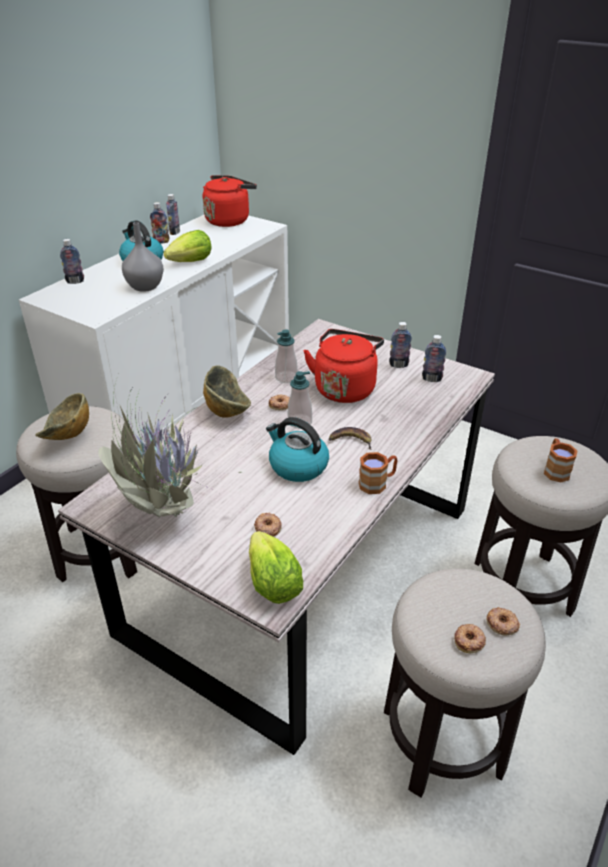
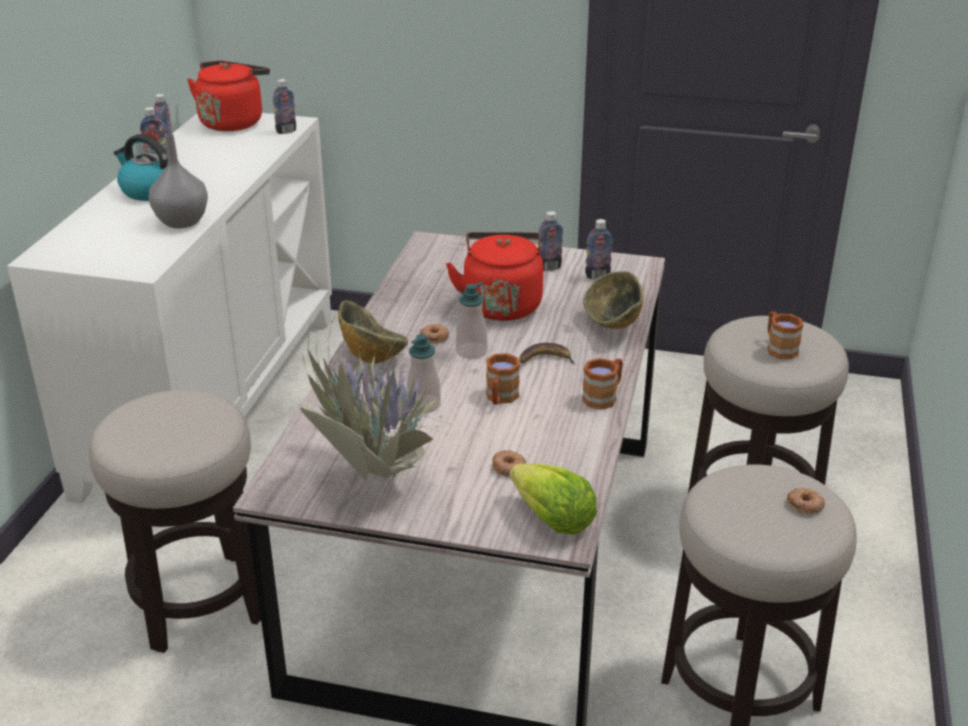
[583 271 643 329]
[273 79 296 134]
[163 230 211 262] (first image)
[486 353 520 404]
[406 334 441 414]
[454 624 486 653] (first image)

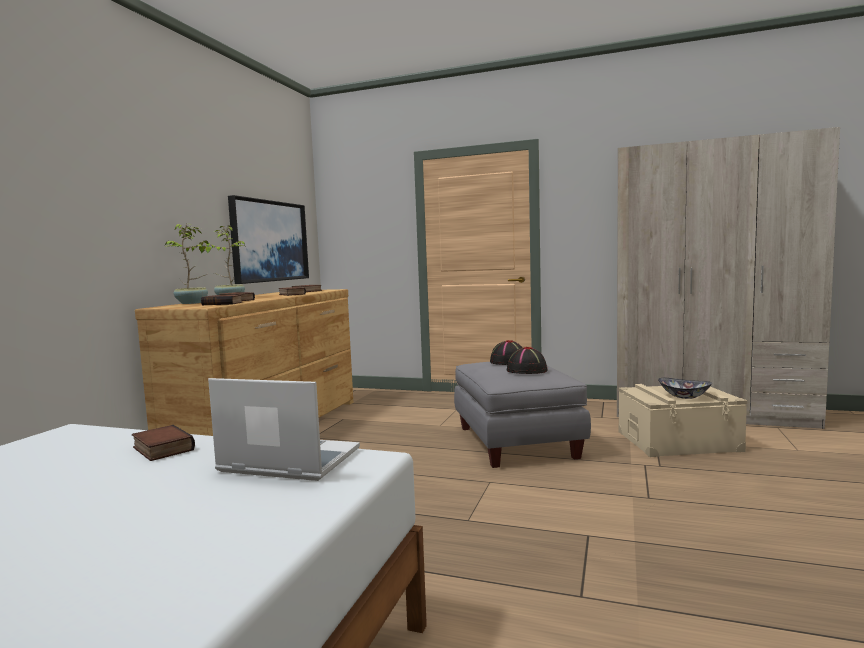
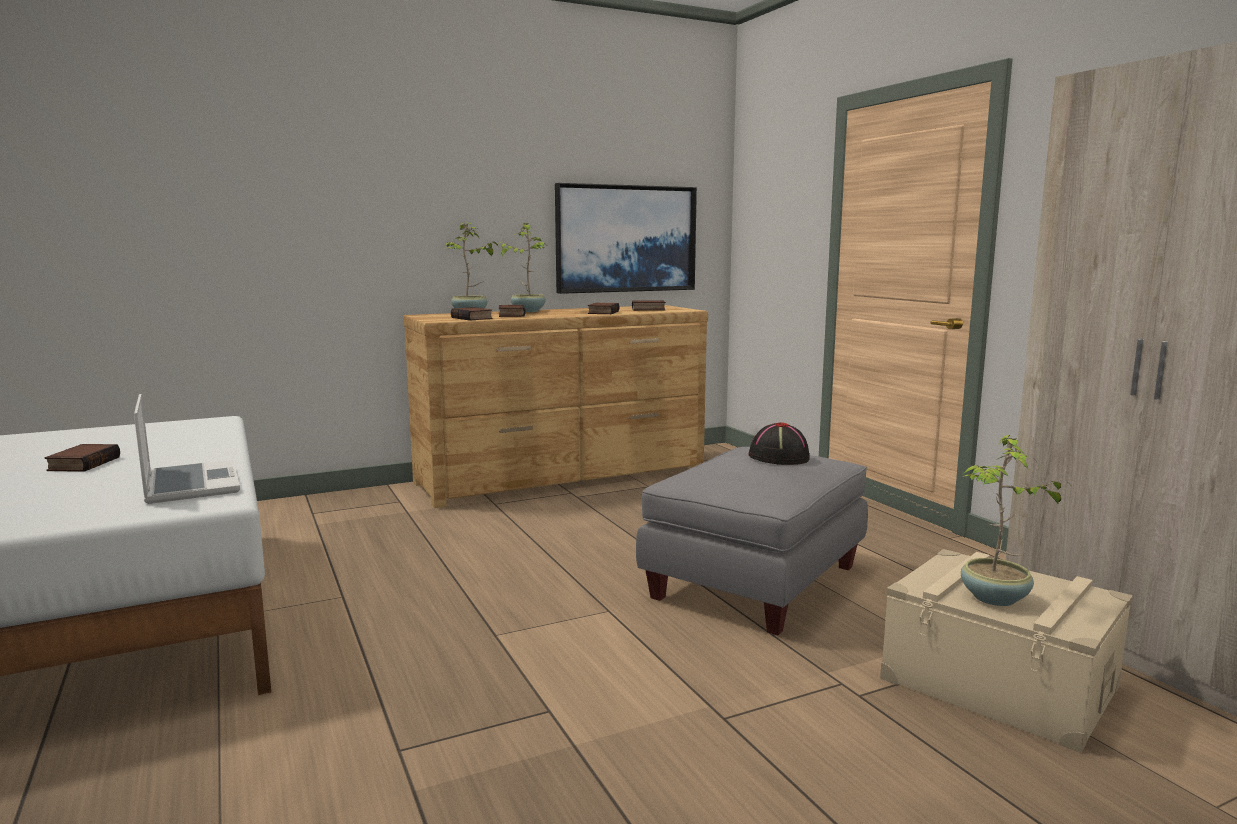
[45 444 120 472]
[507 347 548 374] (first image)
[961 435 1073 606]

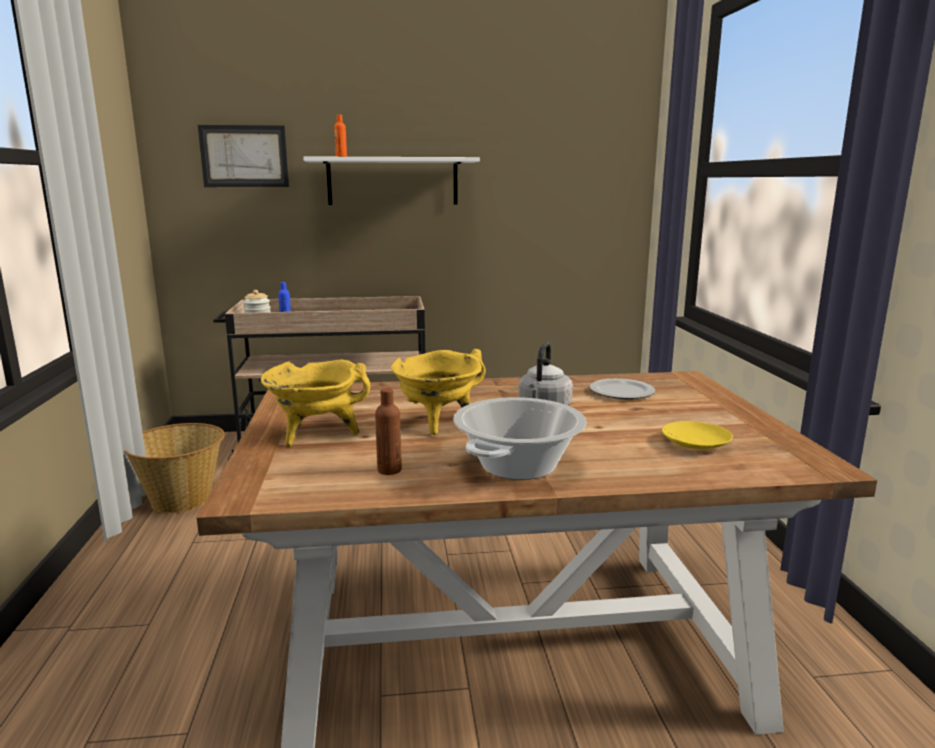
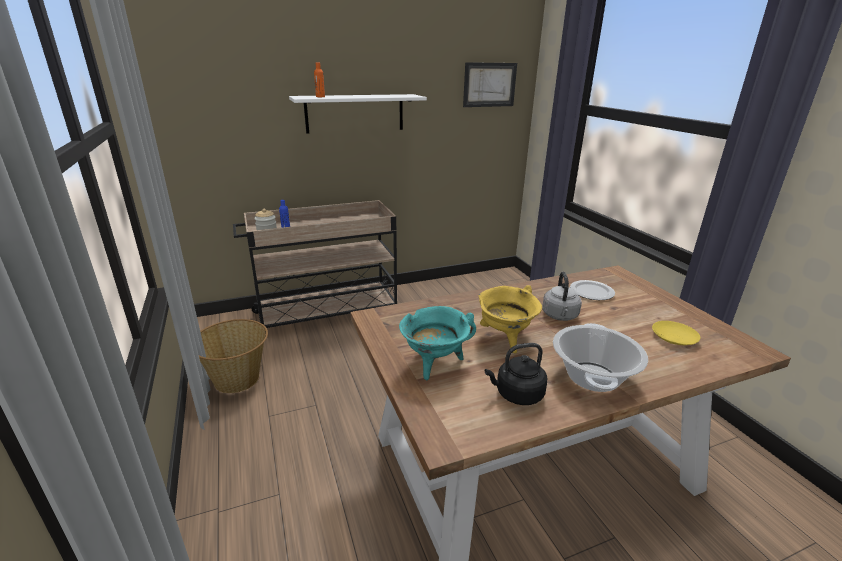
[463 62 517 107]
[399 306 476 380]
[485 343 547 405]

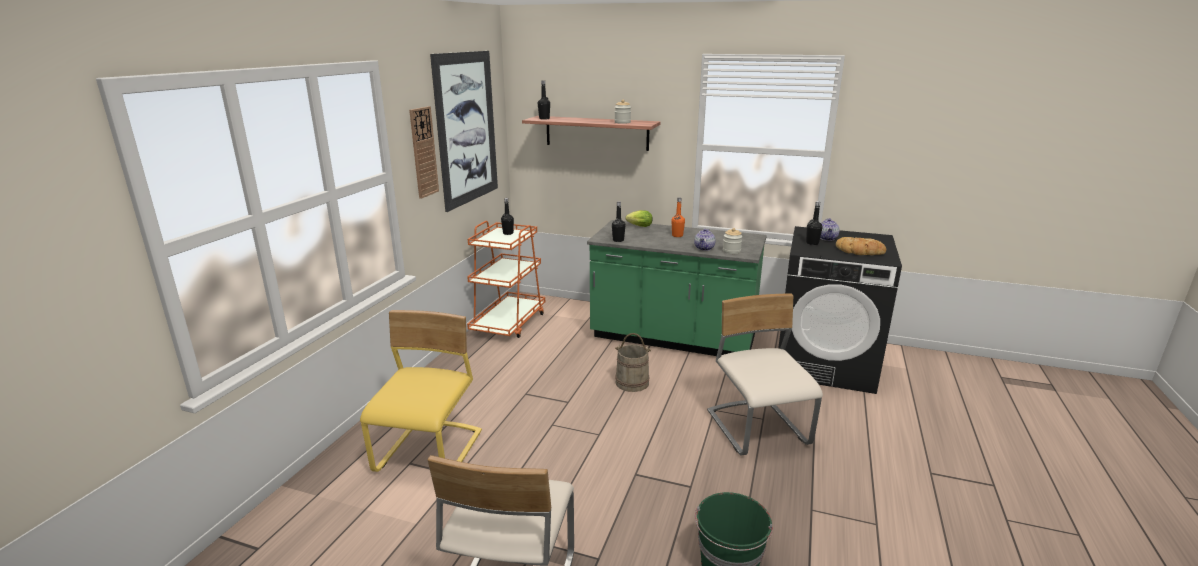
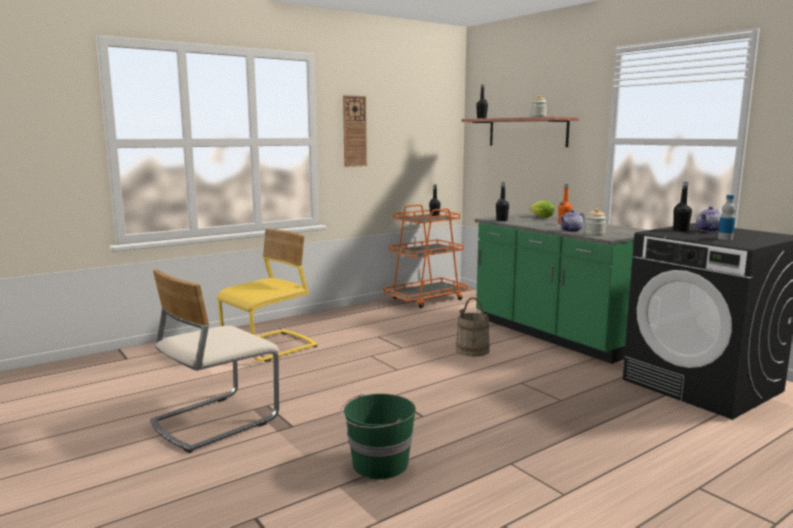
[430 51 498 212] (first image)
[707 293 823 456] (first image)
[718 195 736 240]

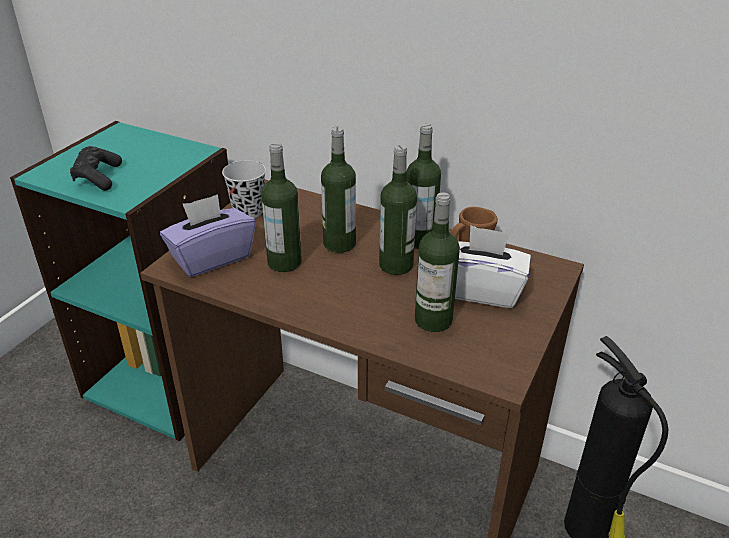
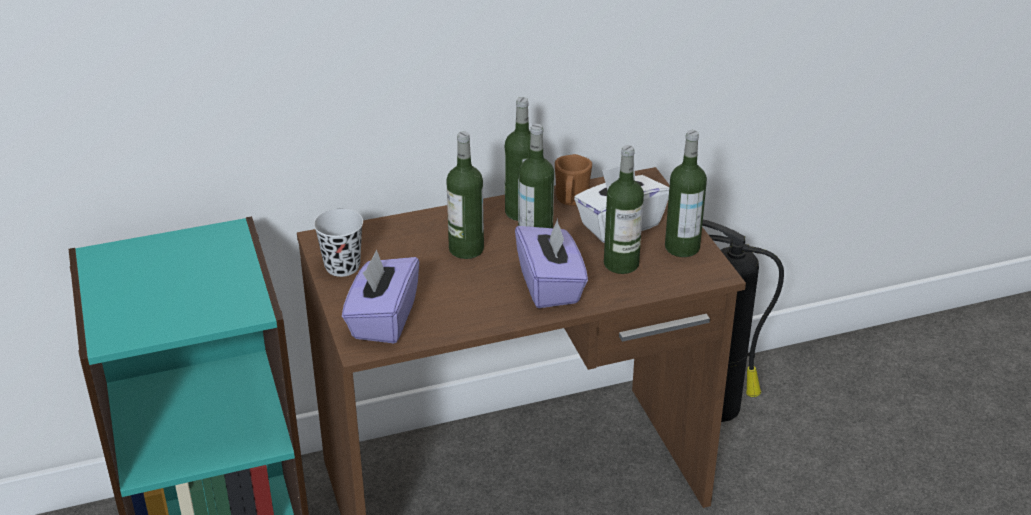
[70 146 122 191] (first image)
[665 130 707 257]
[515 219 588 308]

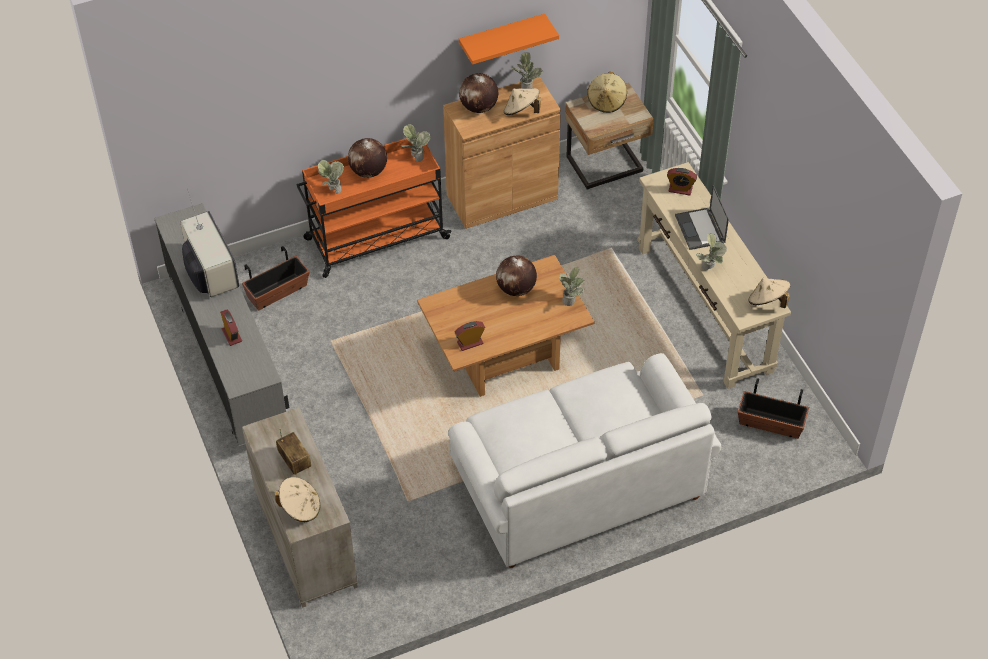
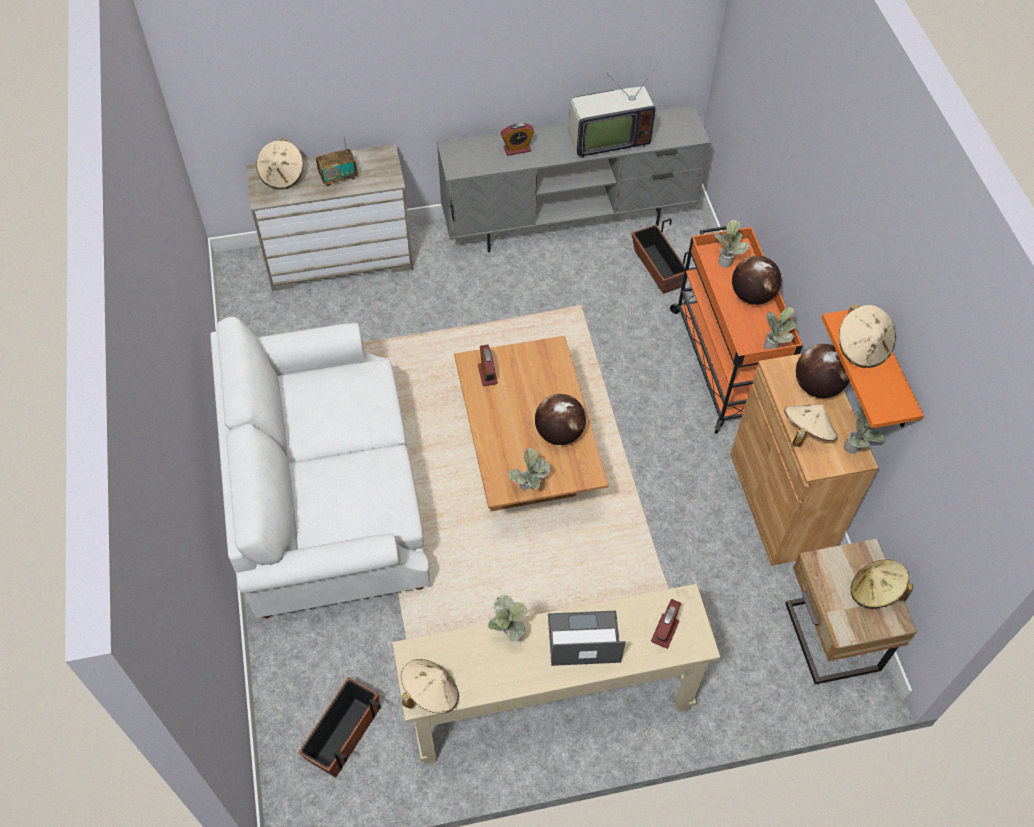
[839 304 896 368]

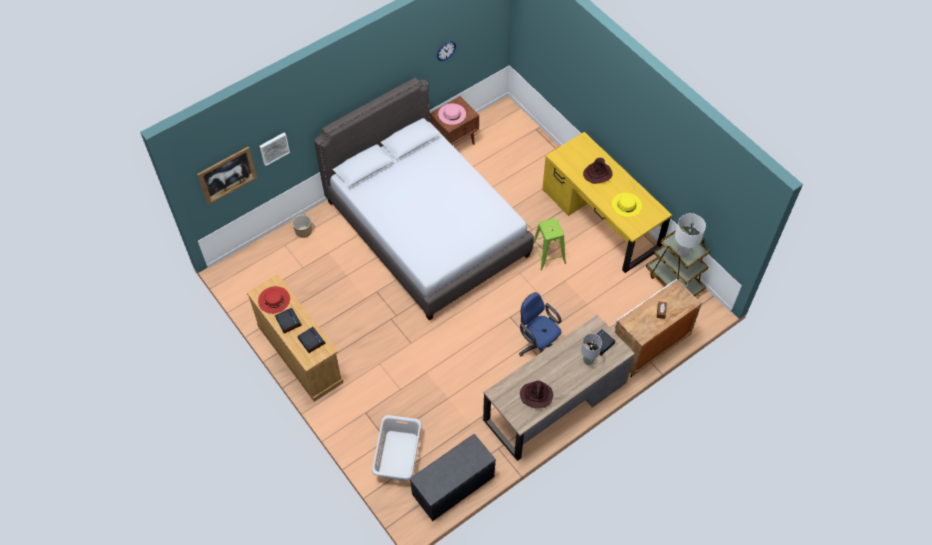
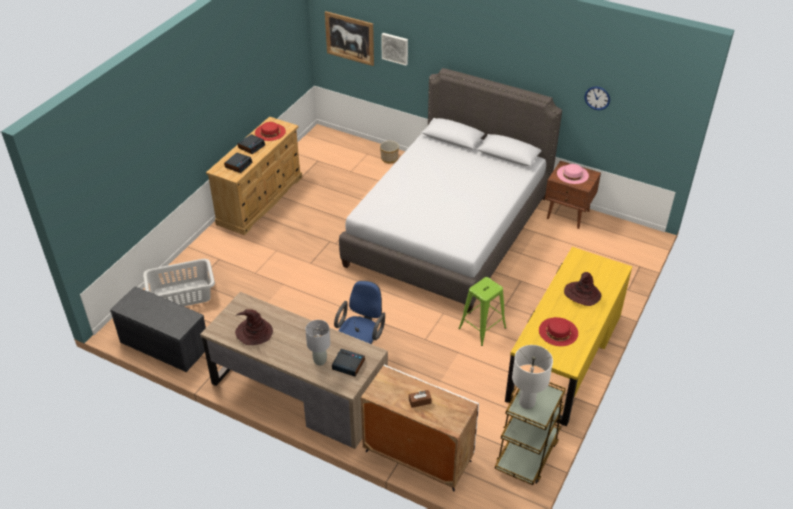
[539 317 578 346]

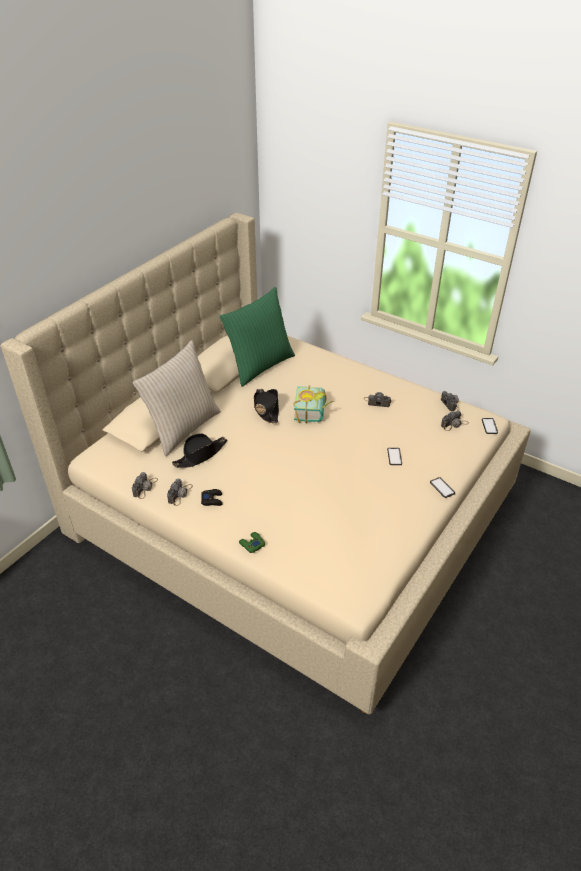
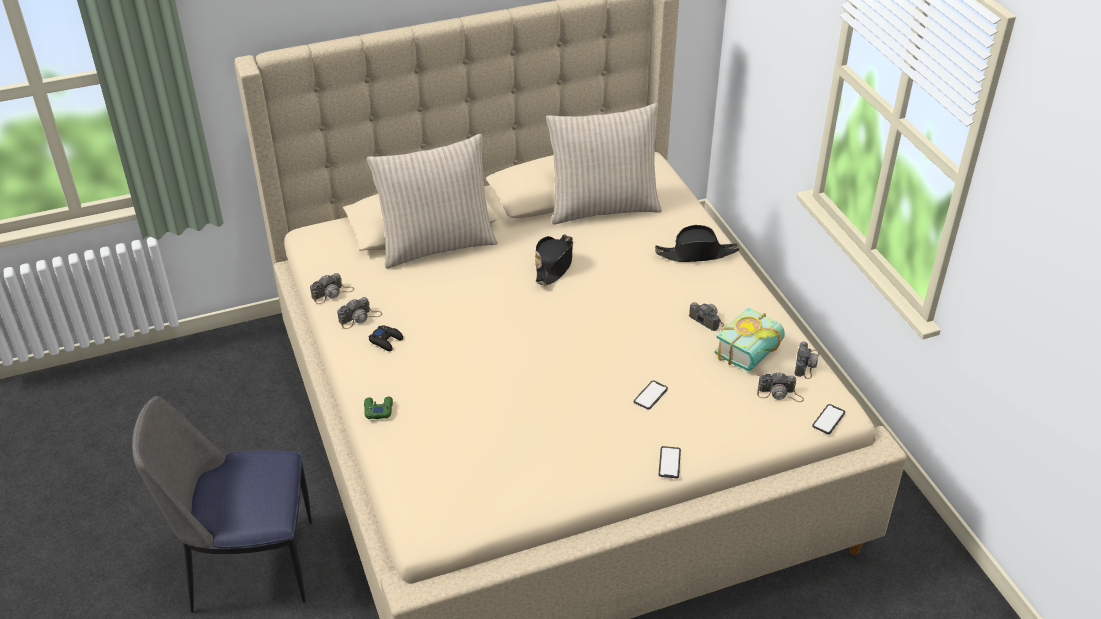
[655 225 739 262]
[546 103 662 224]
[715 308 785 371]
[132 396 312 612]

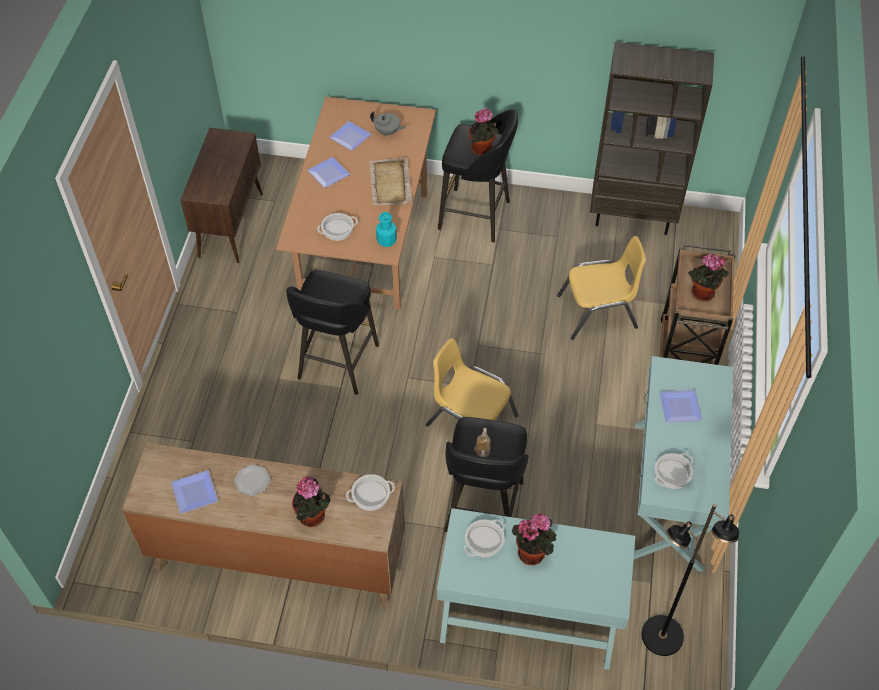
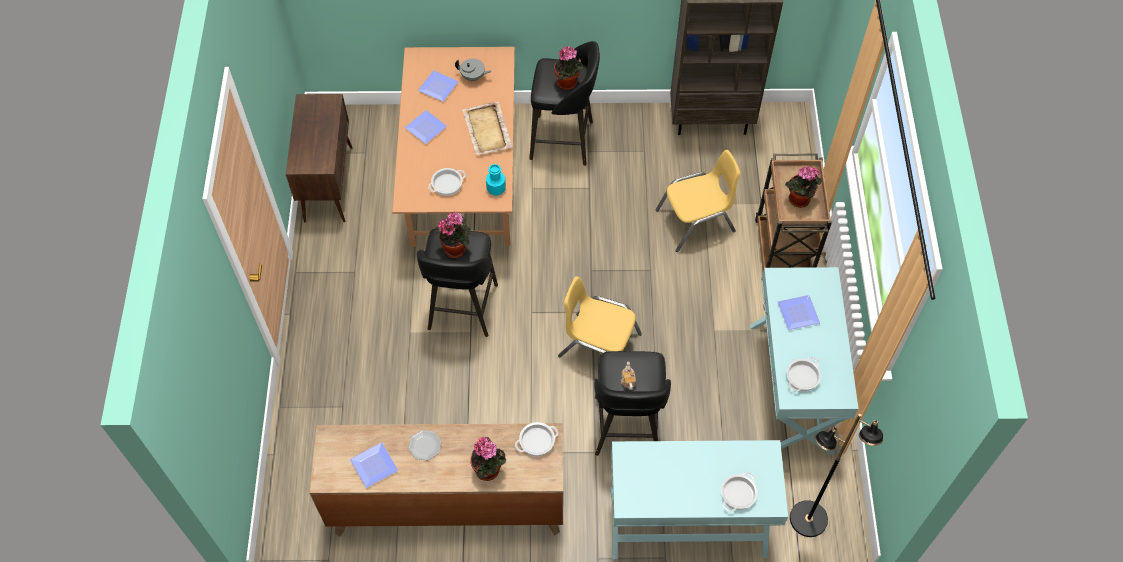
[721 472 758 512]
[434 211 471 258]

